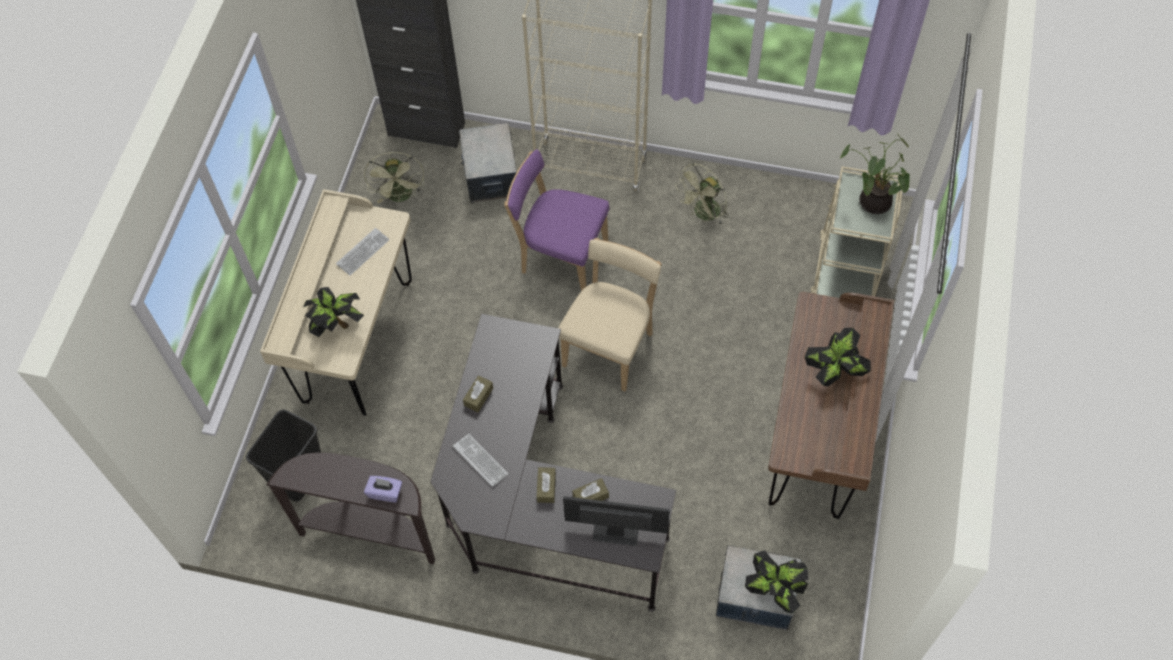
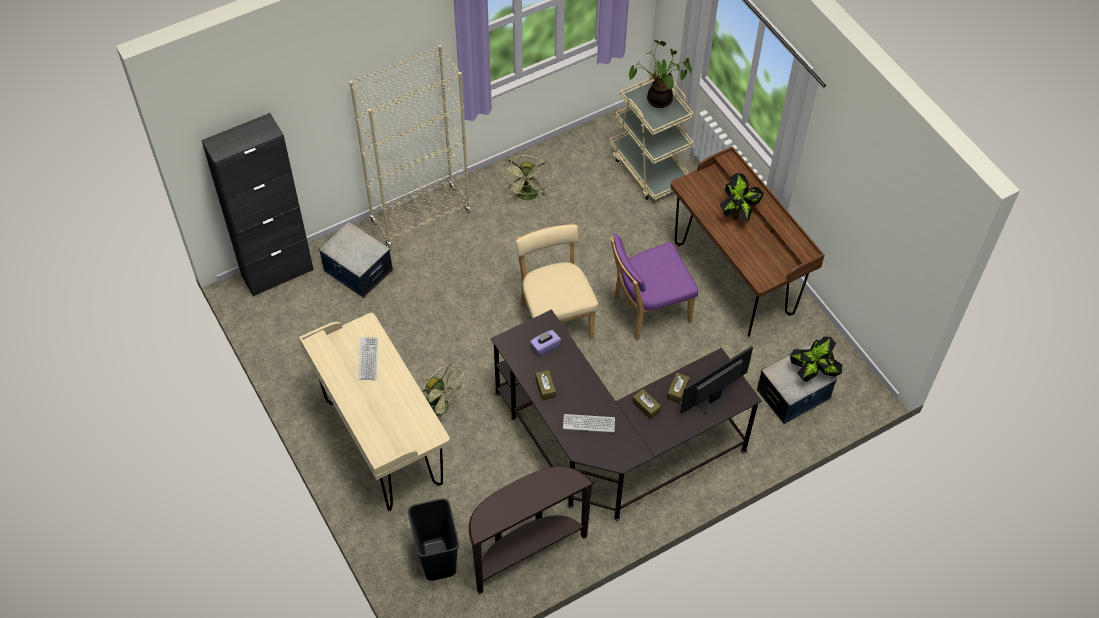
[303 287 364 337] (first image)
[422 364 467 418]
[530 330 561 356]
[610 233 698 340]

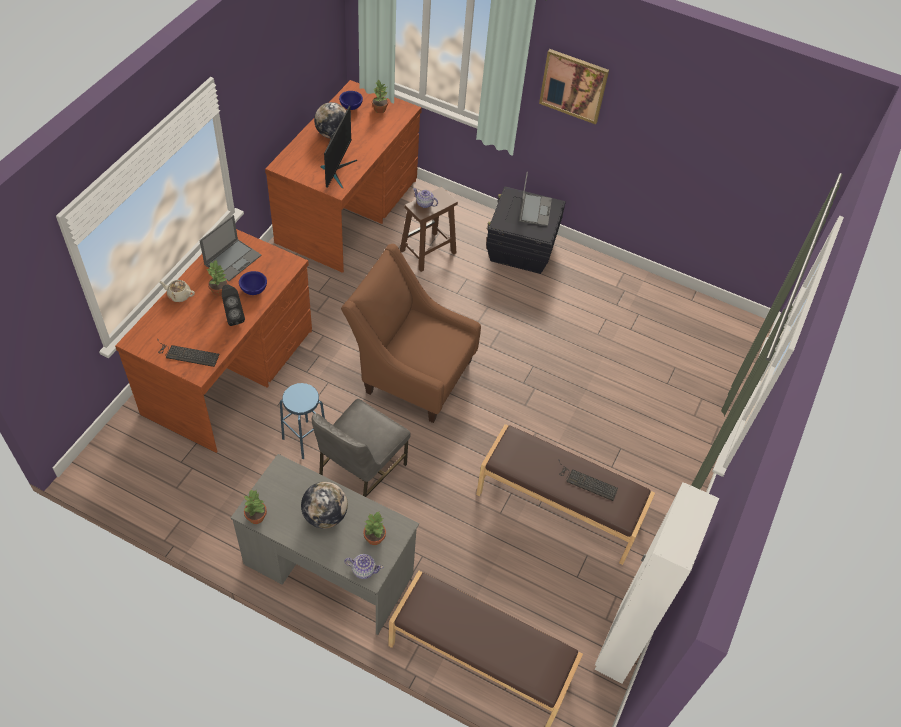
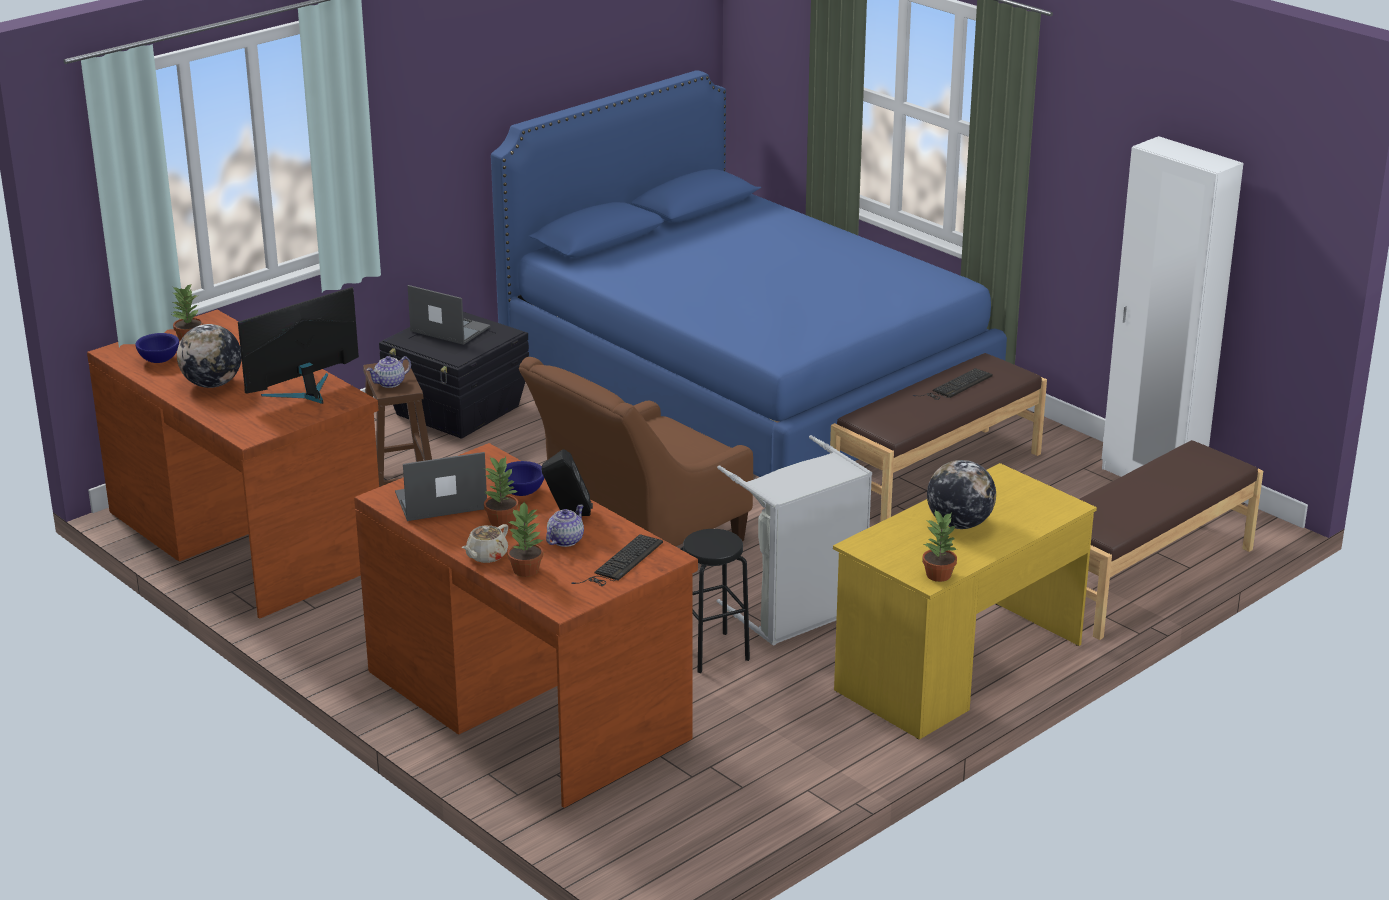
[395 452 487 521]
[833 463 1097 740]
[681 529 750 673]
[717 435 872 646]
[238 287 359 404]
[546 505 584 547]
[507 502 543 577]
[539 49 609 125] (first image)
[491 70 1007 477]

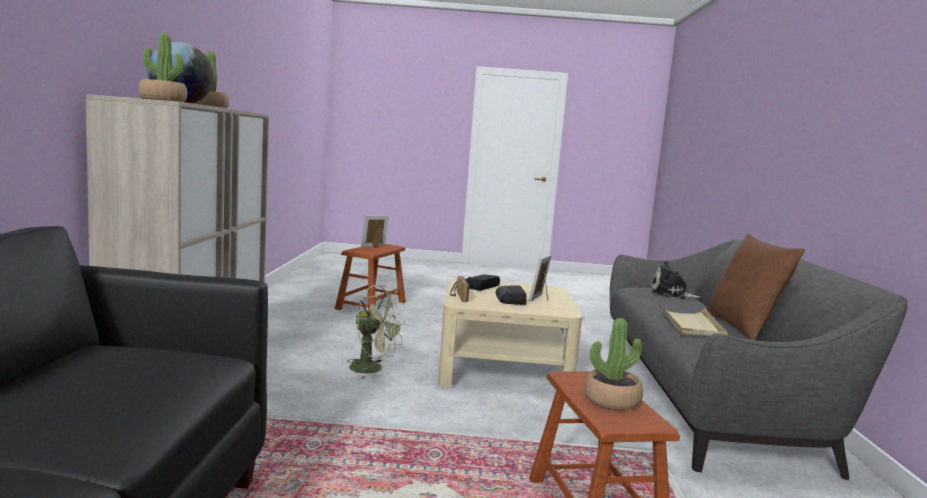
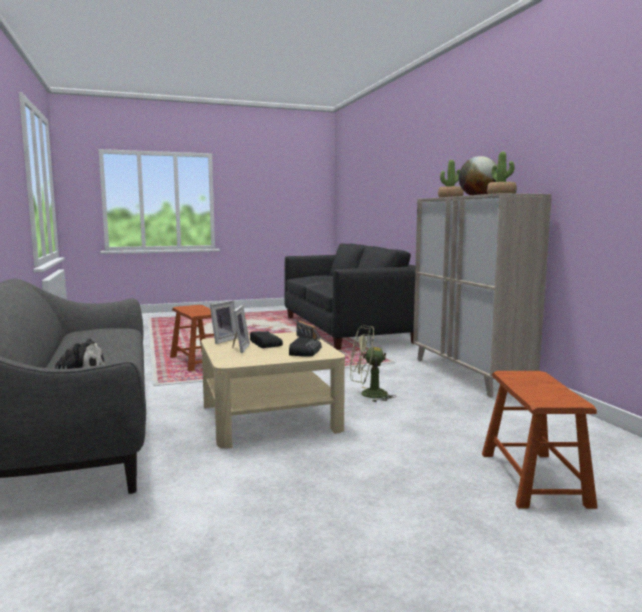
[210 300 238 344]
[584 318 643 410] (first image)
[659 304 728 337] (first image)
[706 234 805 340] (first image)

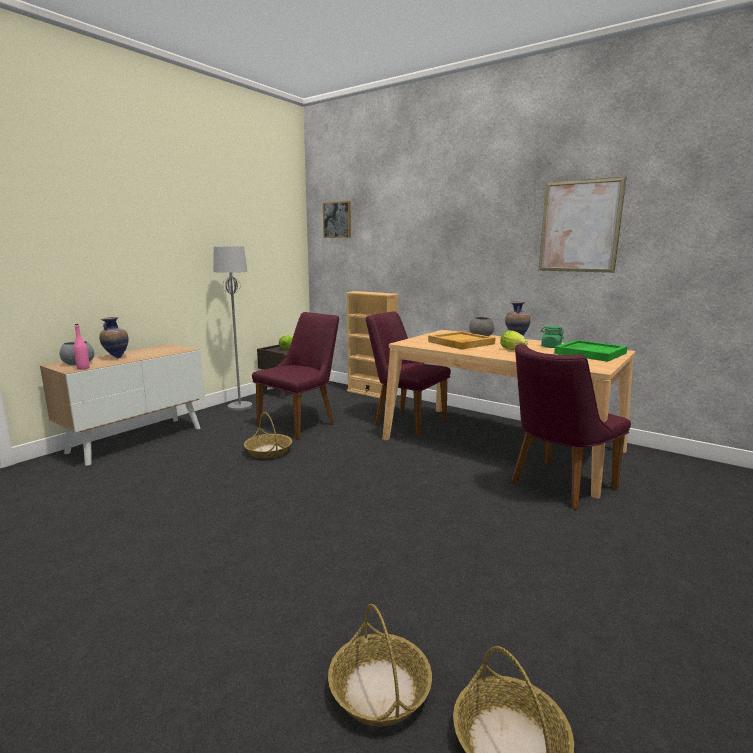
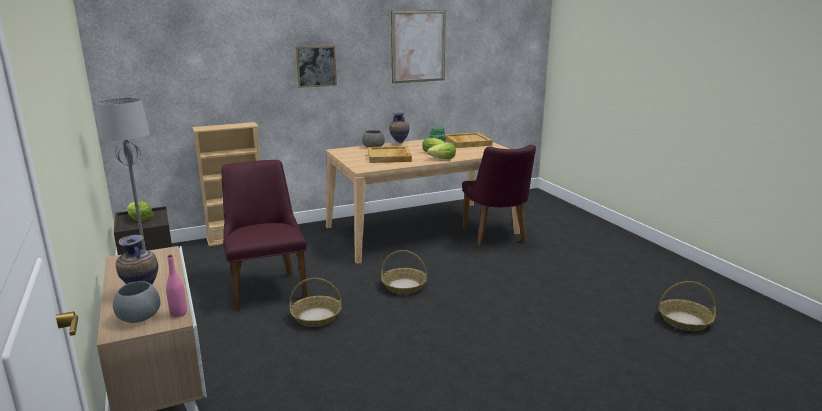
[296 46 337 88]
[381 250 427 294]
[366 311 451 436] (first image)
[445 132 493 148]
[427 142 456 159]

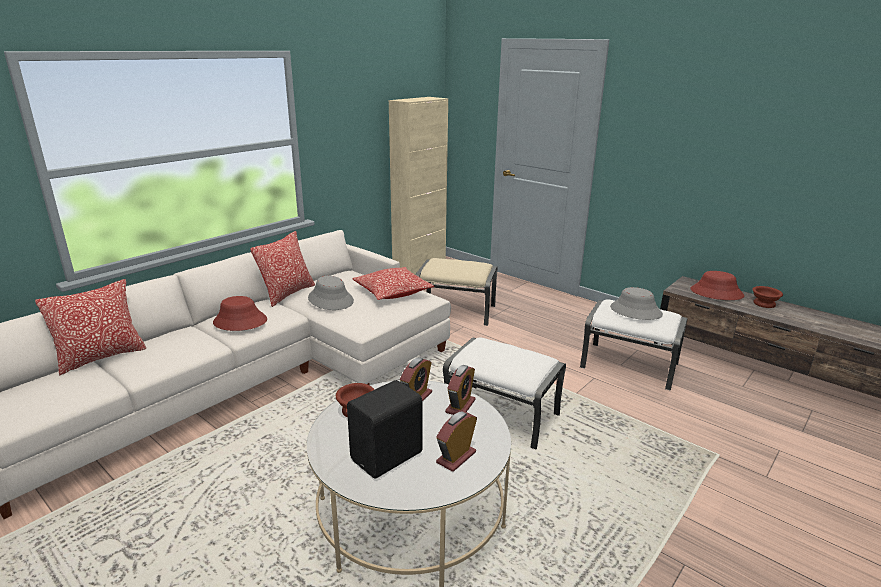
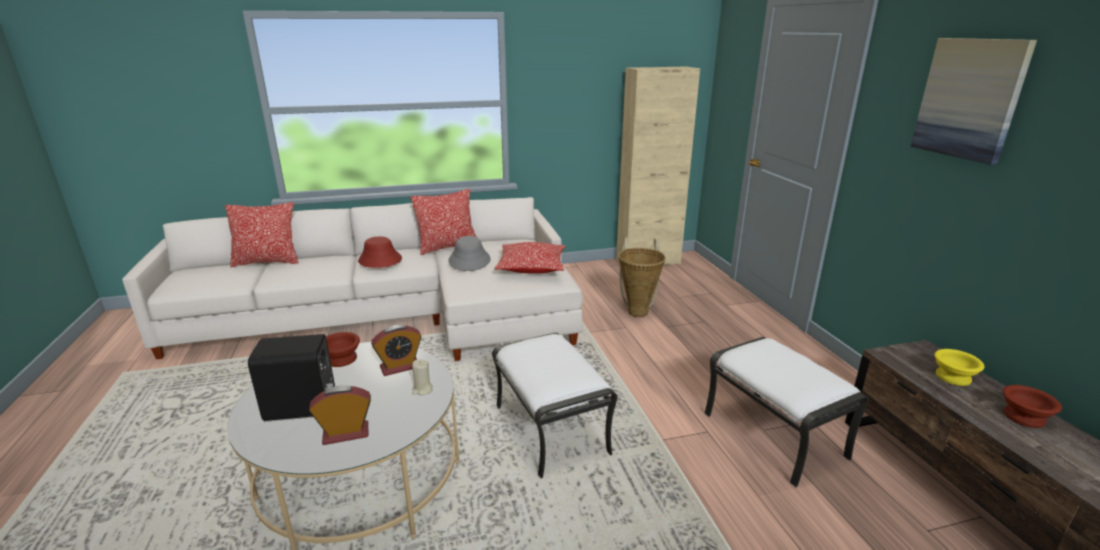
[618 238 666 317]
[412 359 433 395]
[610 287 663 320] (first image)
[934 349 984 386]
[911 38 1037 165]

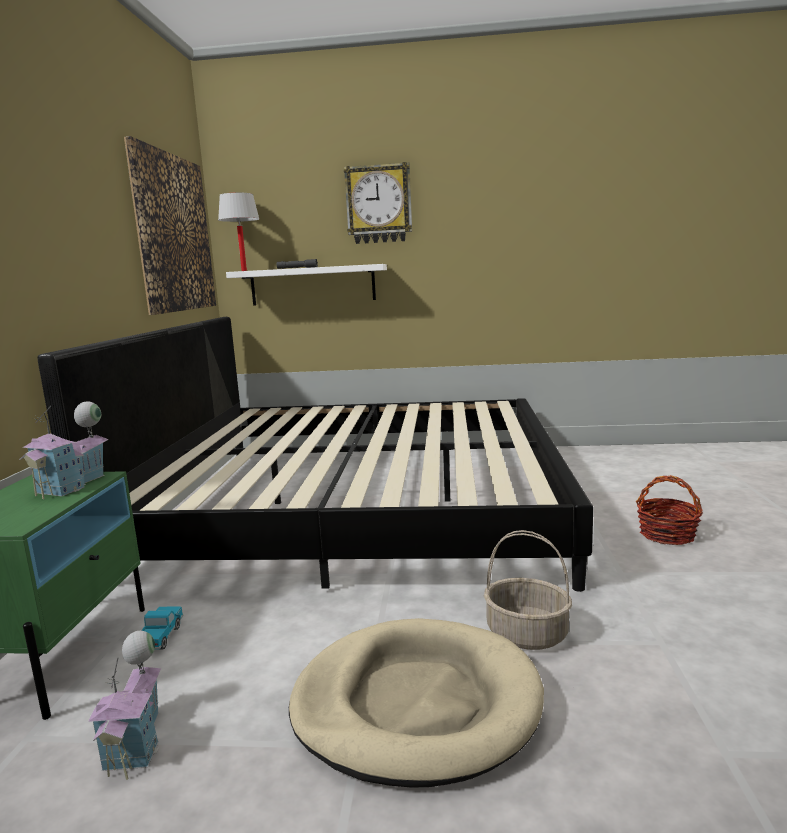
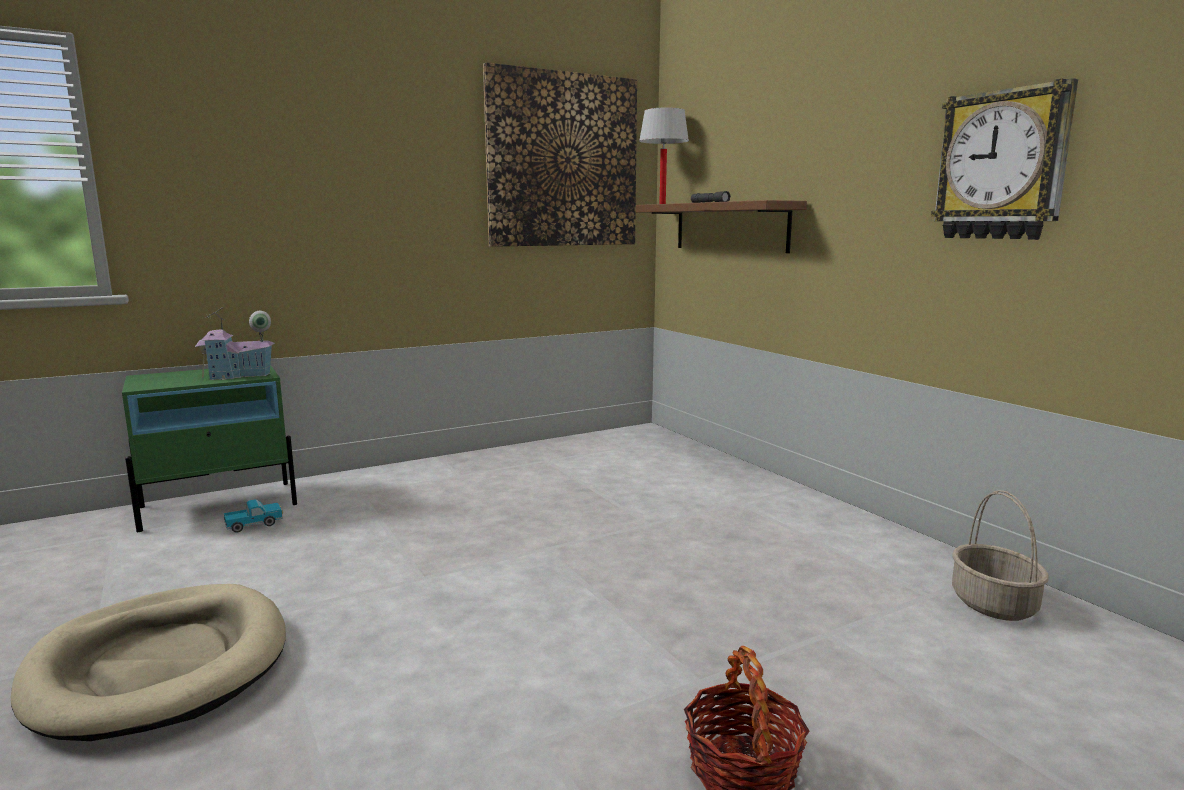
[38 317 593 592] (first image)
[88 631 161 780] (first image)
[636 200 807 253]
[931 78 1078 240]
[952 490 1049 621]

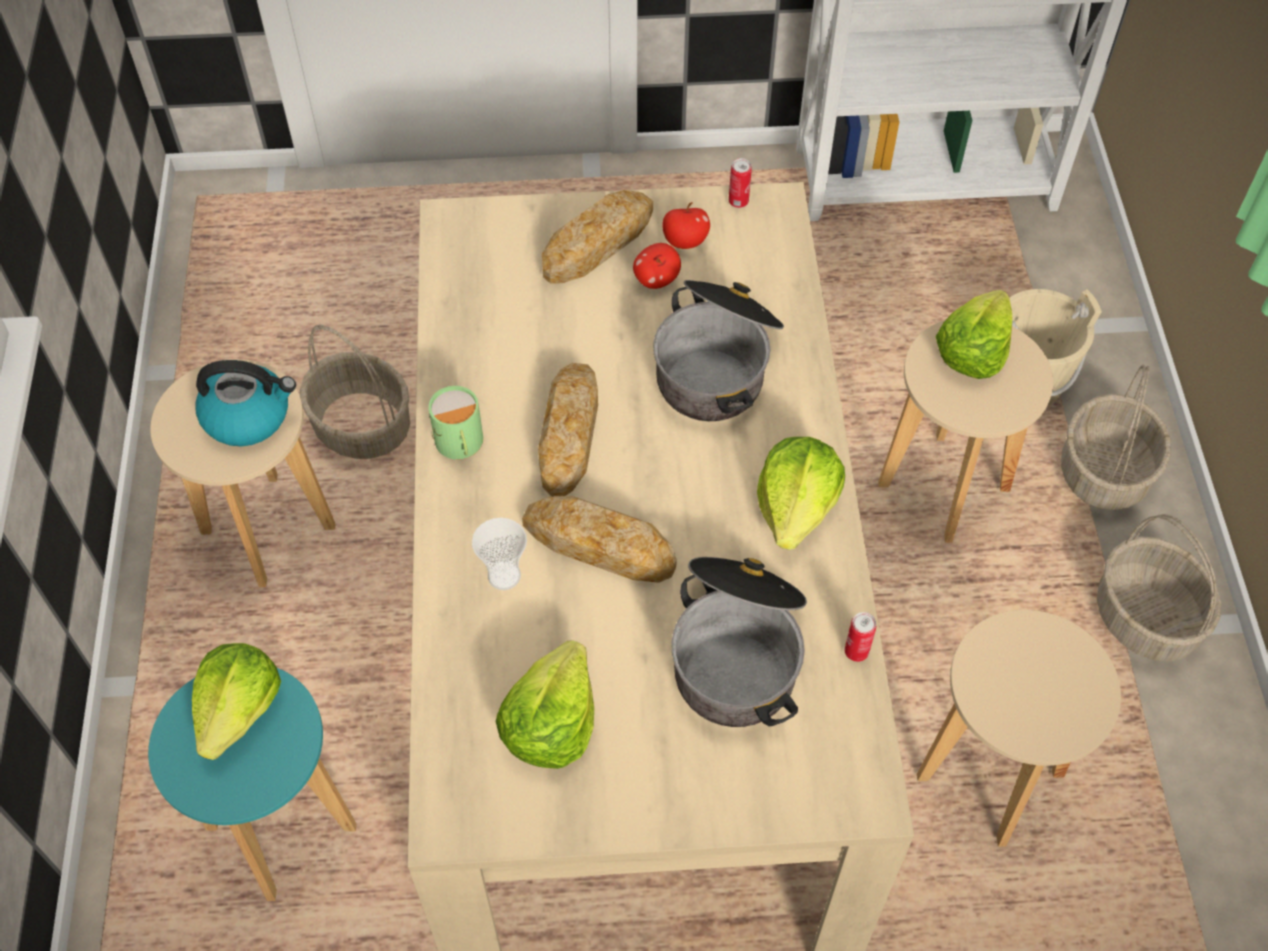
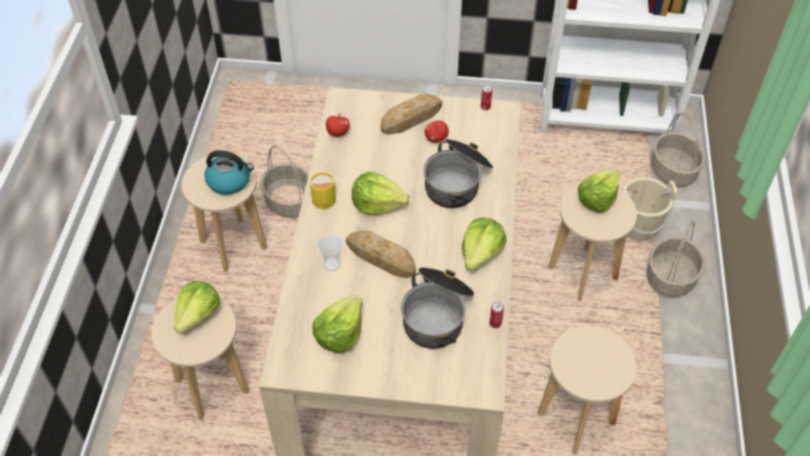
[151 298 249 420]
[310 172 336 209]
[352 172 409 215]
[326 114 350 137]
[651 113 705 187]

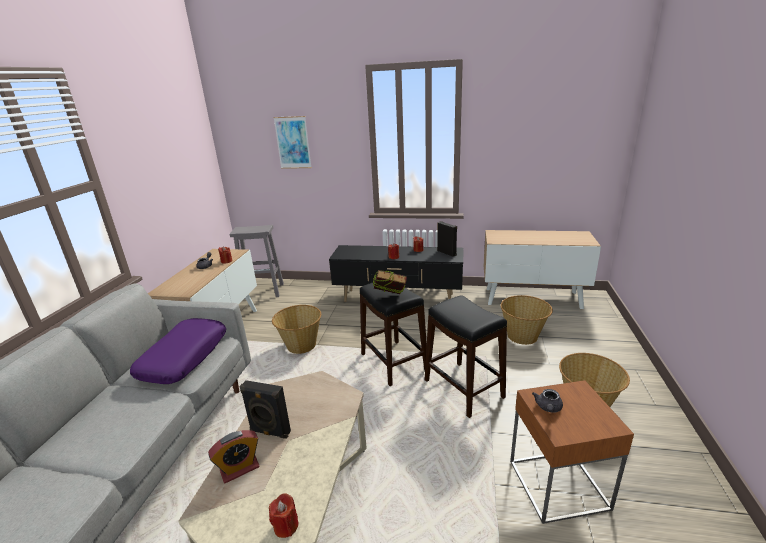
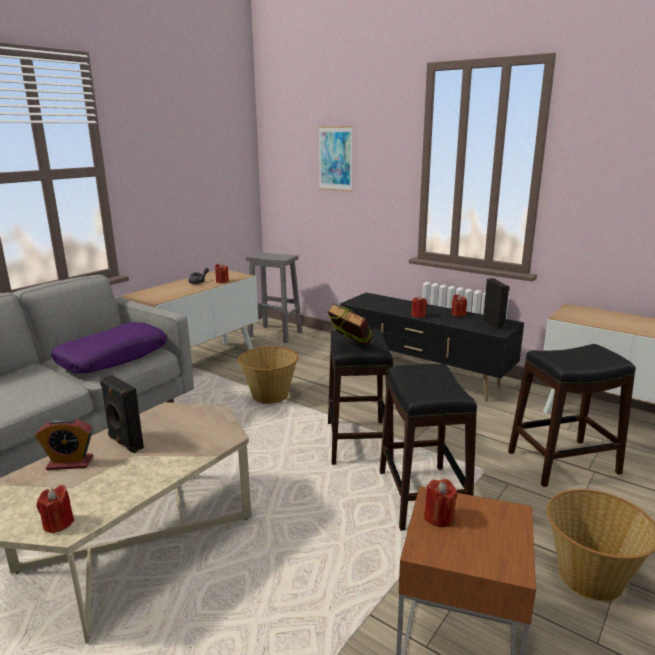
[508 344 636 487]
[424 479 457 527]

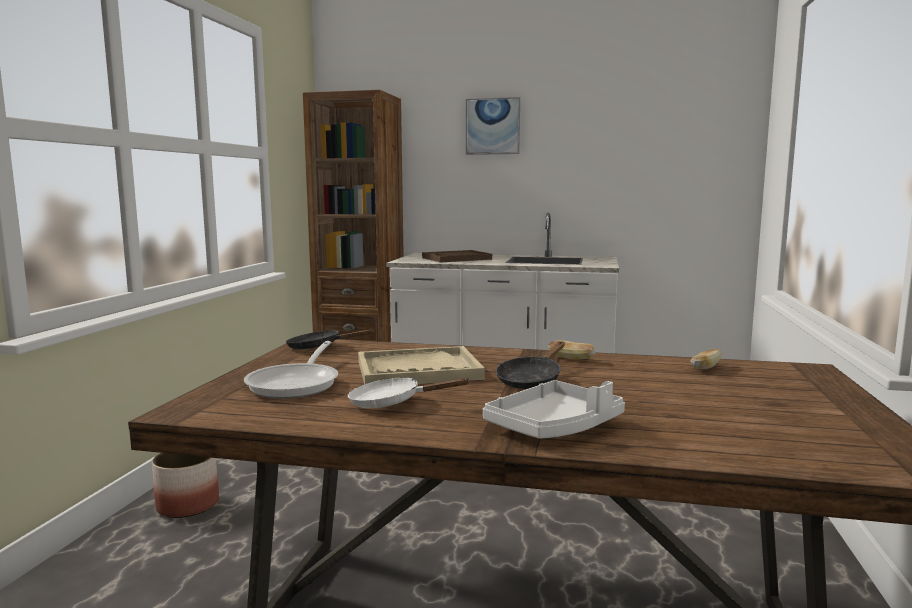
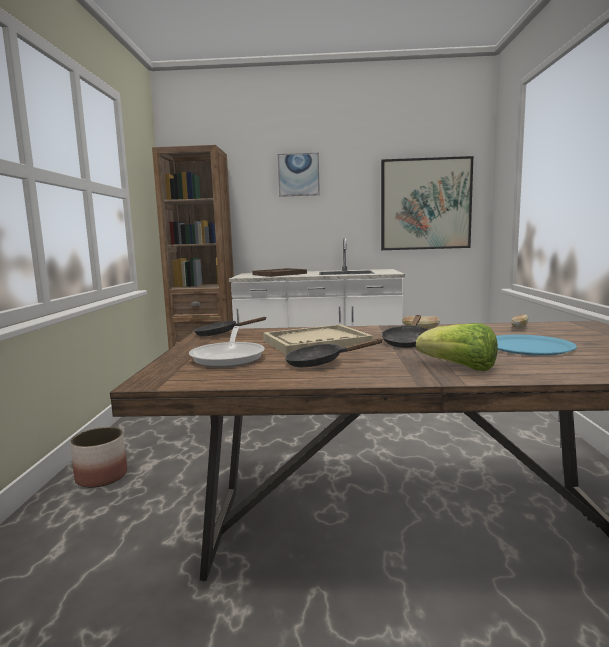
[285 338 382 367]
[416 323 498 371]
[381 156 473 250]
[496 335 577 356]

